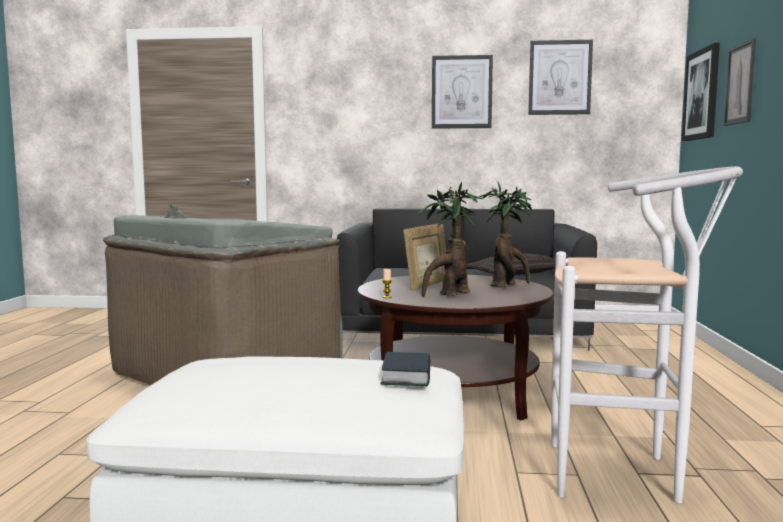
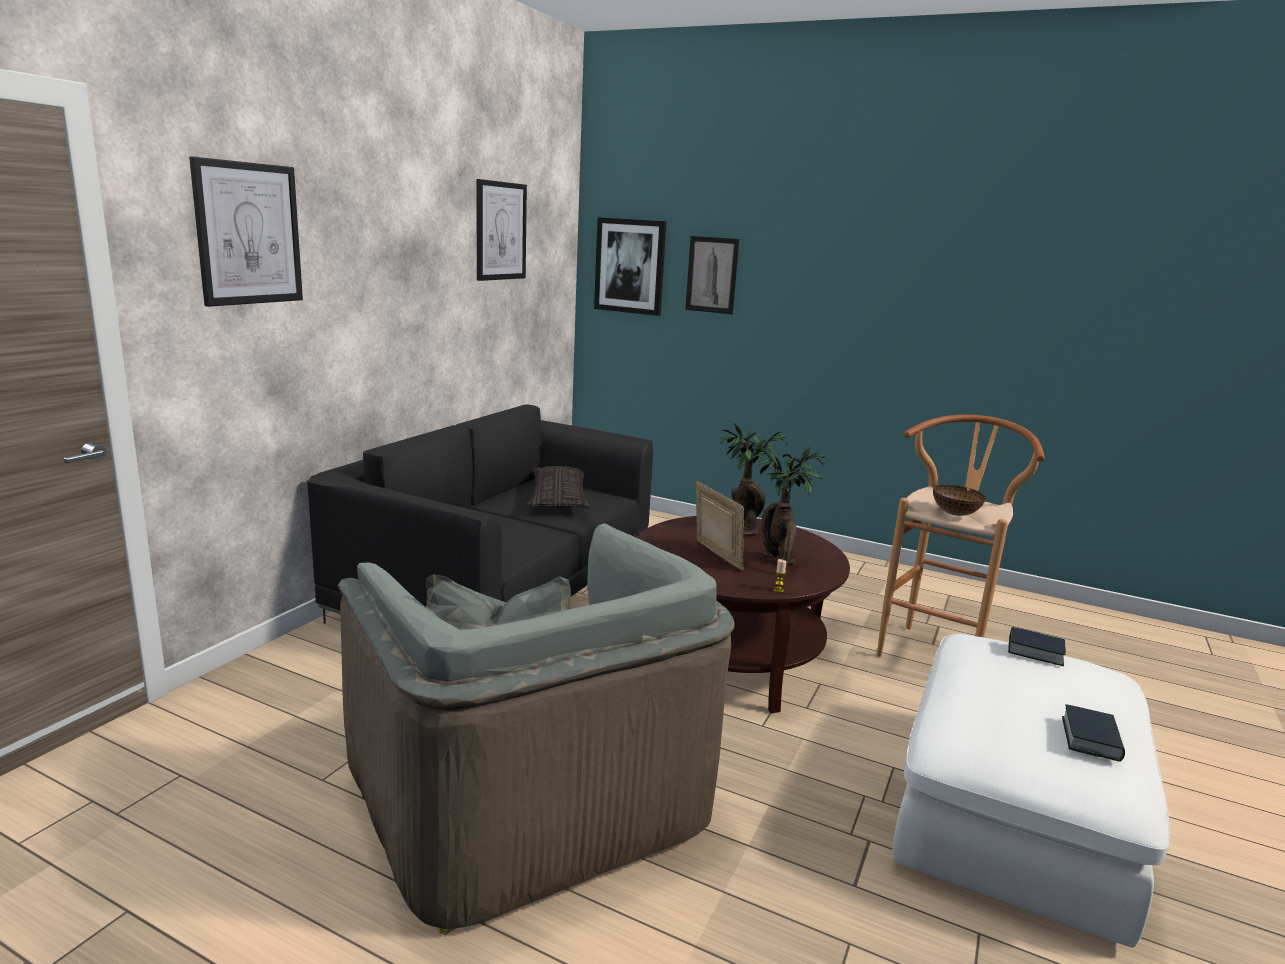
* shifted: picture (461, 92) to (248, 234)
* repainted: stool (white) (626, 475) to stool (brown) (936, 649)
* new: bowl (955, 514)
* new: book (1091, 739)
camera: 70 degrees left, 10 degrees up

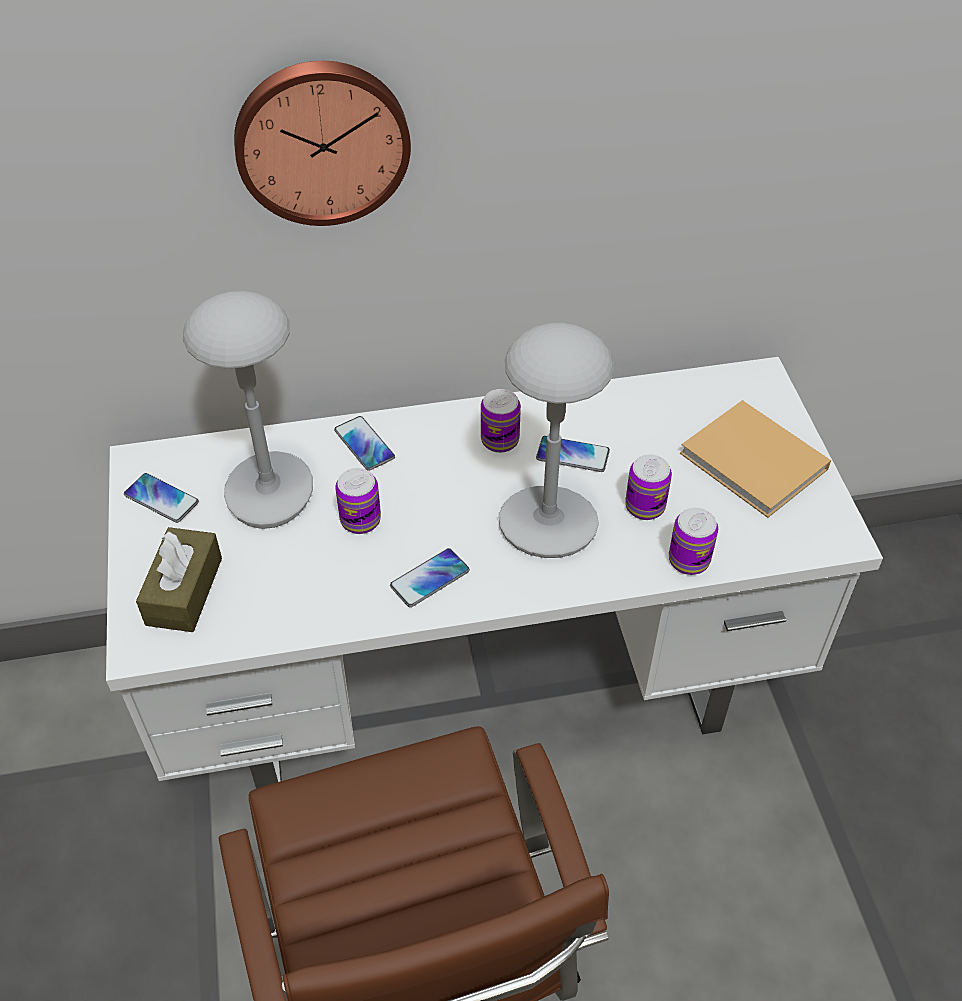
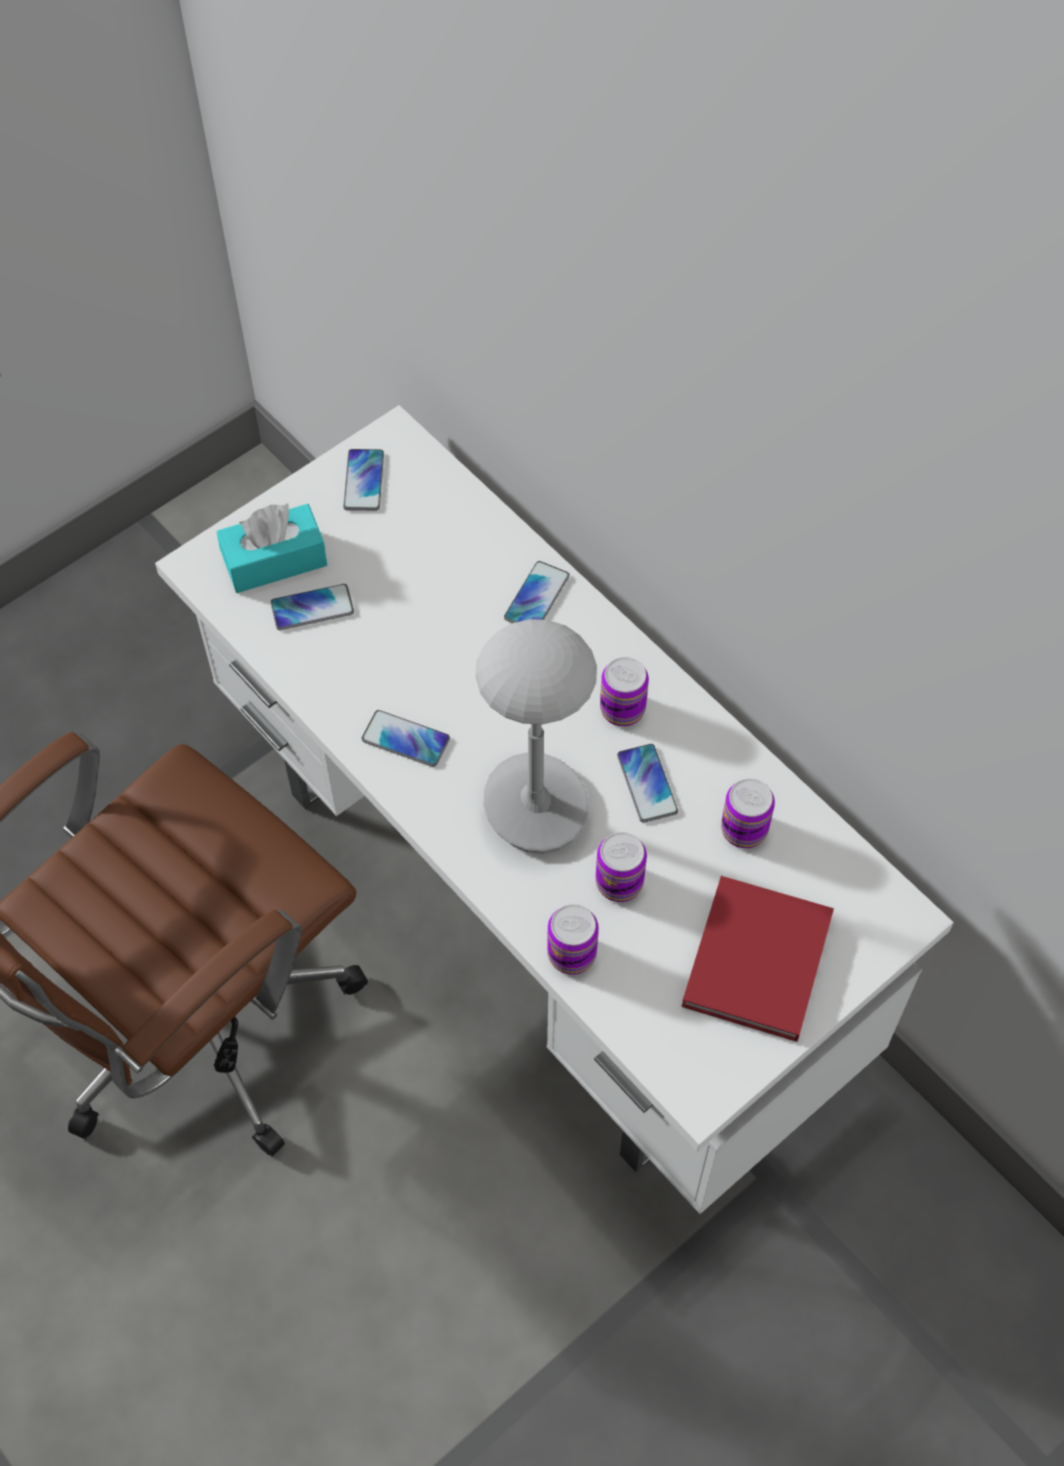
* gone: wall clock (322, 141)
* gone: table lamp (grey) (270, 493)
* repainted: book (beige) (756, 463) to book (red) (756, 965)
* shifted: can (360, 520) to (744, 829)
* repainted: tissue box (brown) (184, 591) to tissue box (turquoise) (274, 560)
* new: phone (312, 608)
camera: 60 degrees right, 10 degrees up

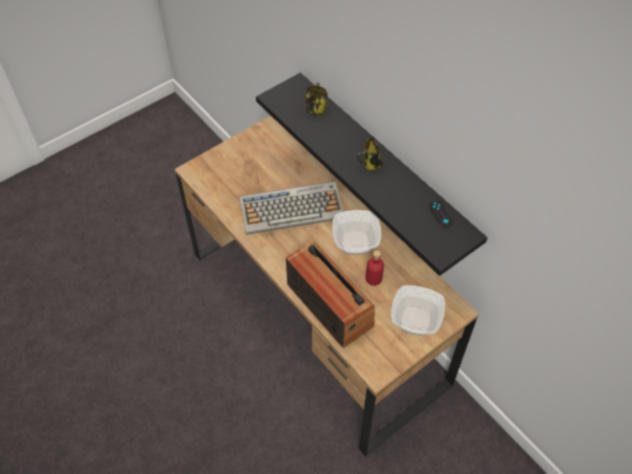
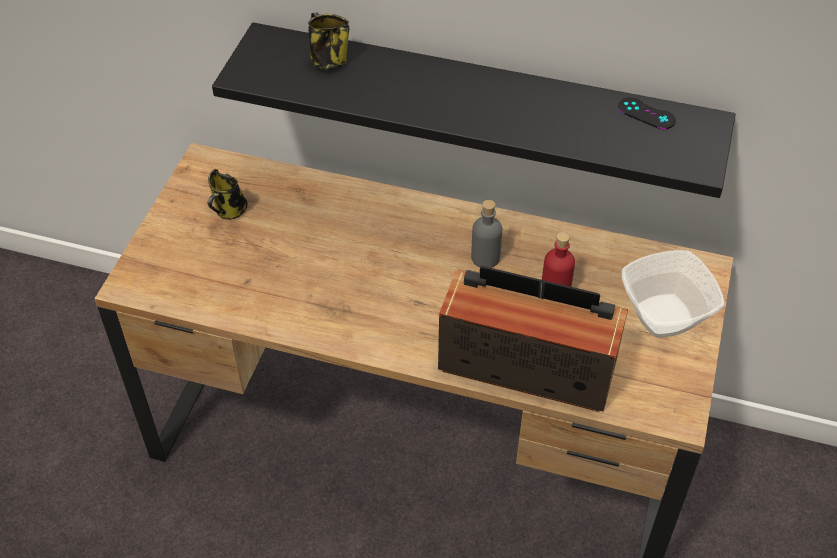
* shifted: mug (371, 165) to (229, 211)
* gone: keyboard (292, 208)
* swapped: bowl (355, 244) to bottle (grey) (485, 258)
camera: 35 degrees left, 5 degrees down

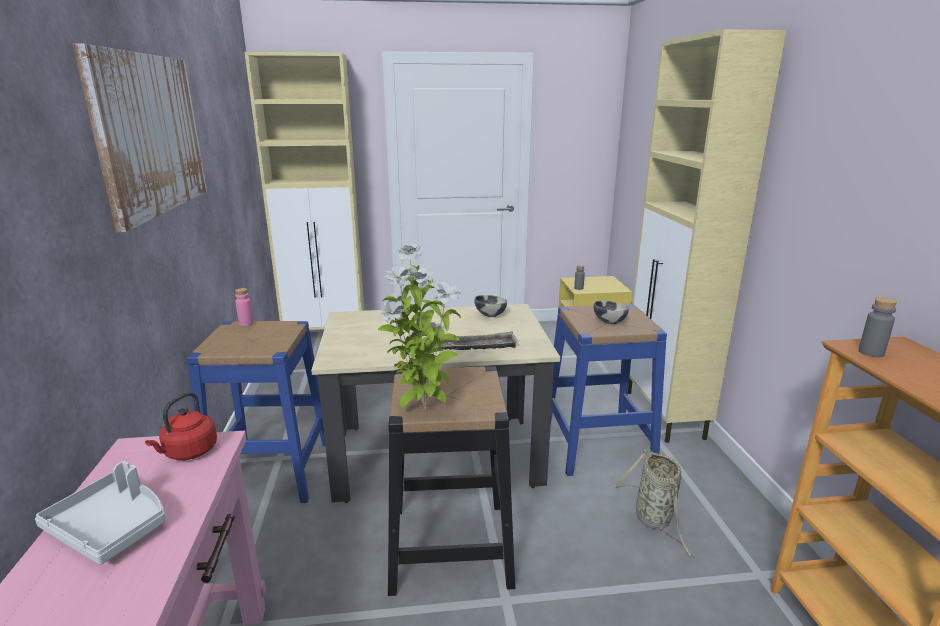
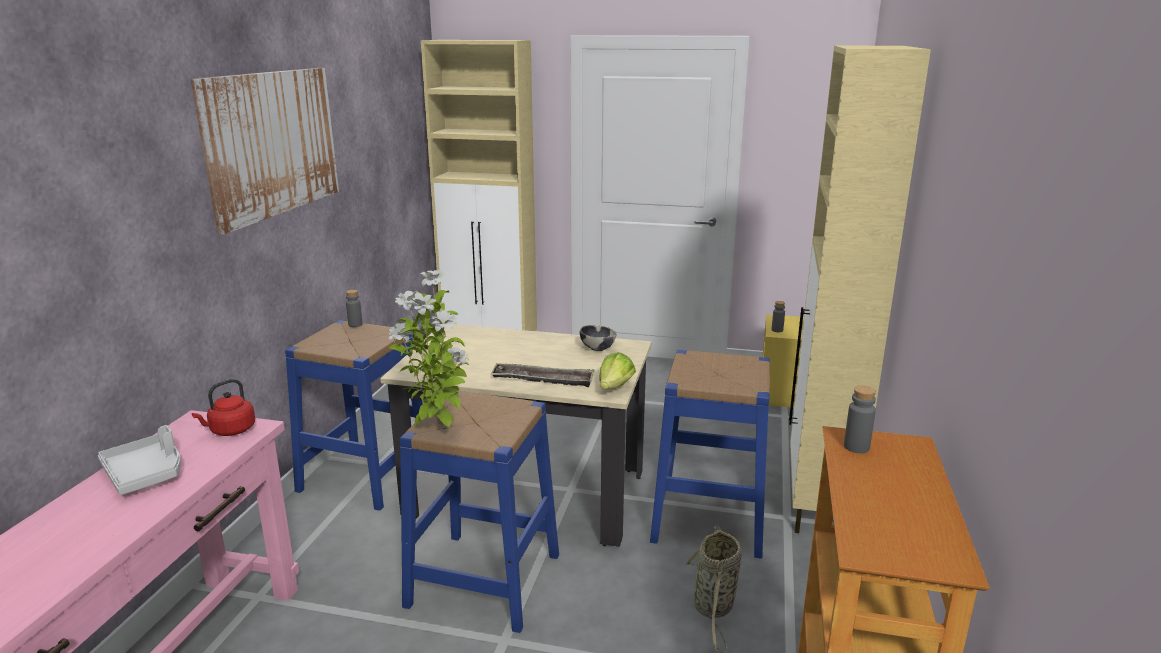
* repainted: bottle (pink) (246, 323) to bottle (grey) (355, 324)
* gone: bowl (609, 322)
* repainted: stool (black) (449, 546) to stool (blue) (484, 579)
* new: lettuce (615, 387)
camera: 20 degrees right, 0 degrees up

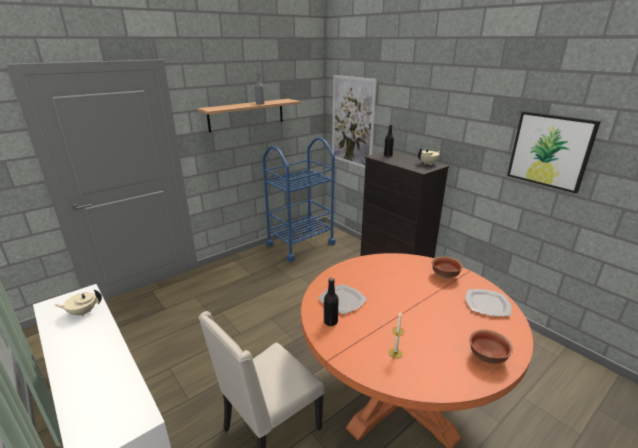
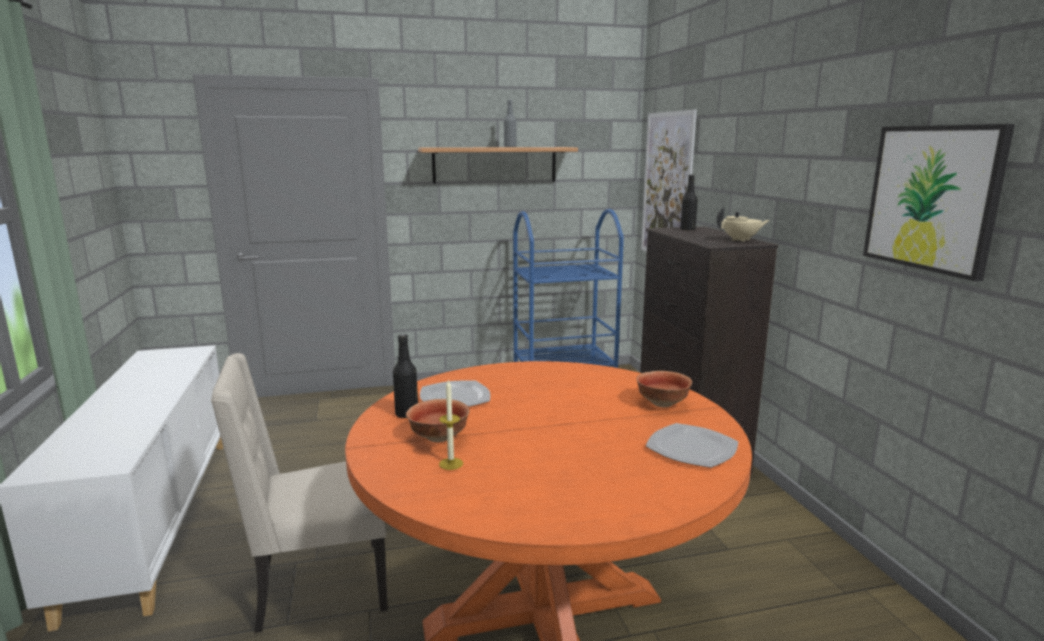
* gone: teapot (beige) (83, 312)
* shifted: bowl (487, 357) to (438, 438)
camera: 25 degrees right, 10 degrees down

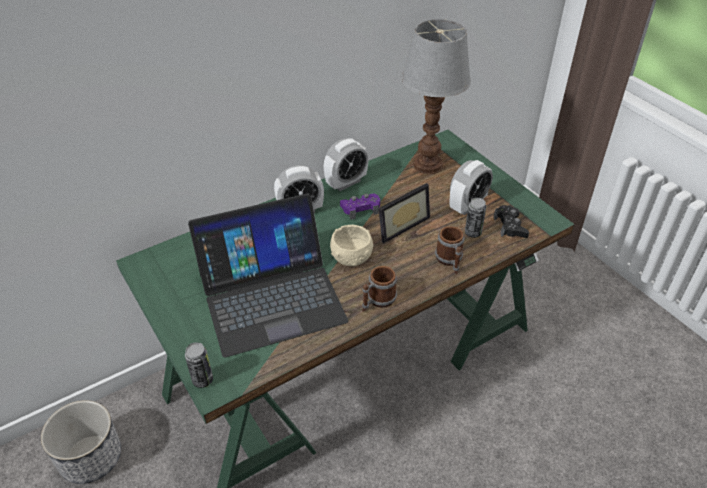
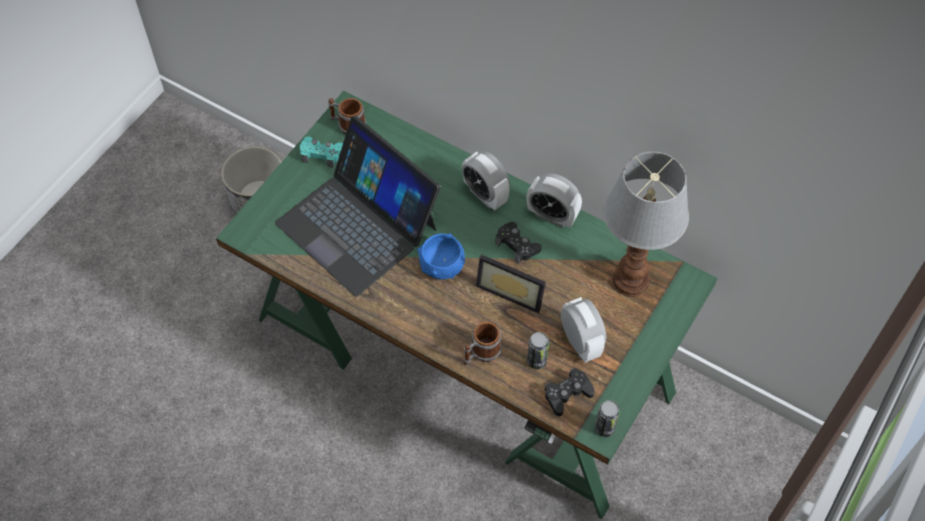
* rotated: alarm clock (467, 205) = (580, 342) 135 degrees counterclockwise
* repainted: game controller (purple) (360, 209) to game controller (black) (517, 245)
* repainted: bowl (beige) (351, 256) to bowl (blue) (442, 266)
* shifted: mug (377, 301) to (347, 125)
* shifted: can (202, 380) to (604, 428)
* new: game controller (turquoise) (322, 154)
camera: 65 degrees right, 15 degrees up

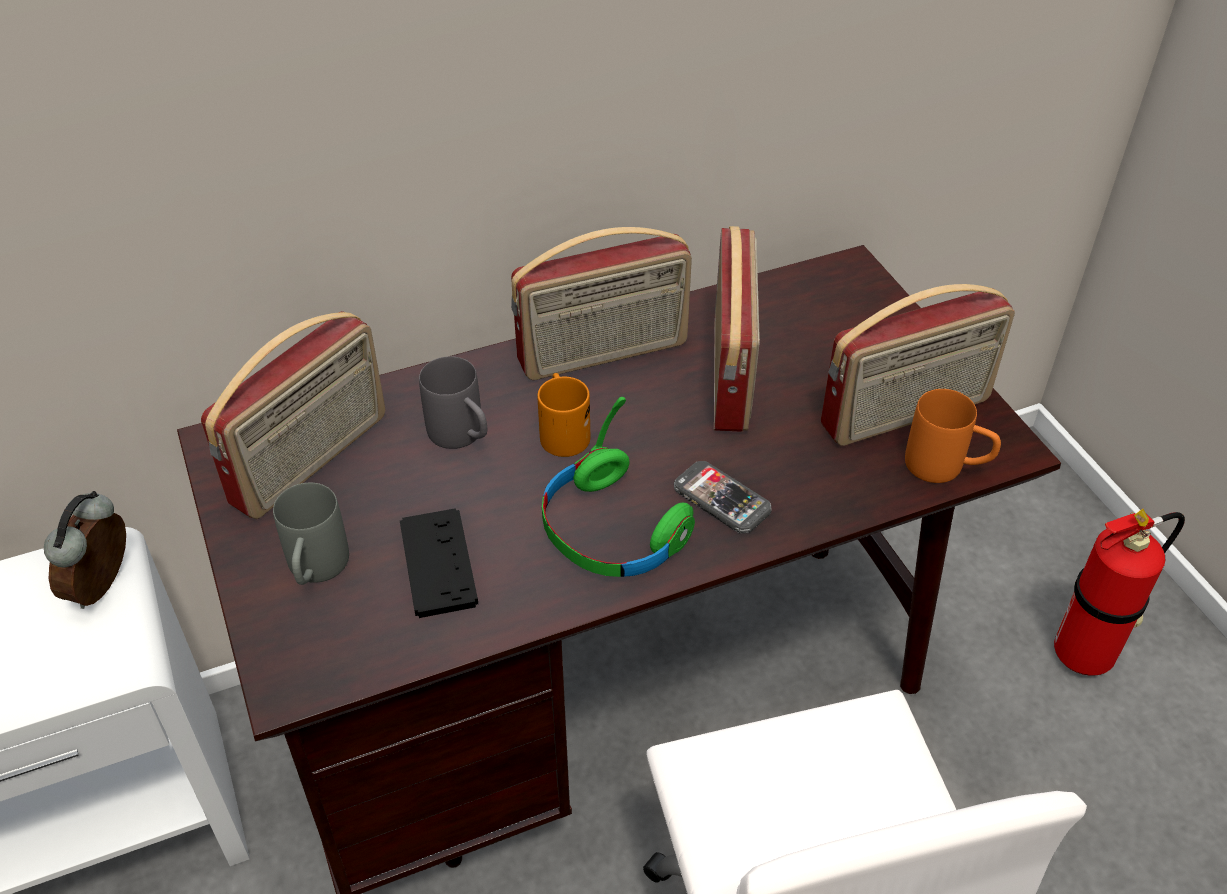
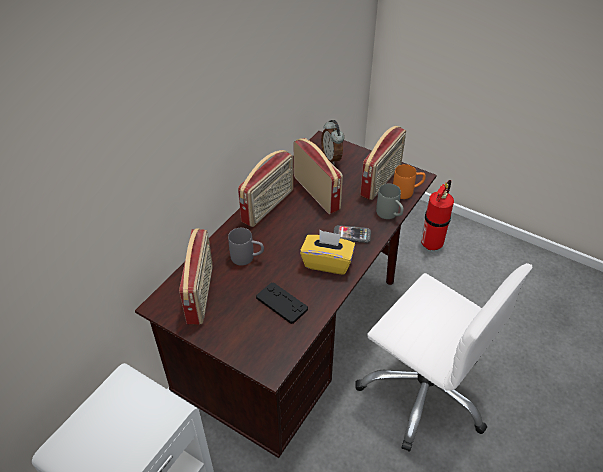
* gone: mug (orange) (562, 431)
* swapped: headphones (green) (612, 530) to tissue box (yellow) (327, 262)
* shifted: mug (grey) (316, 571) to (390, 215)
* shifted: alarm clock (105, 586) to (332, 158)
camera: 35 degrees left, 0 degrees up

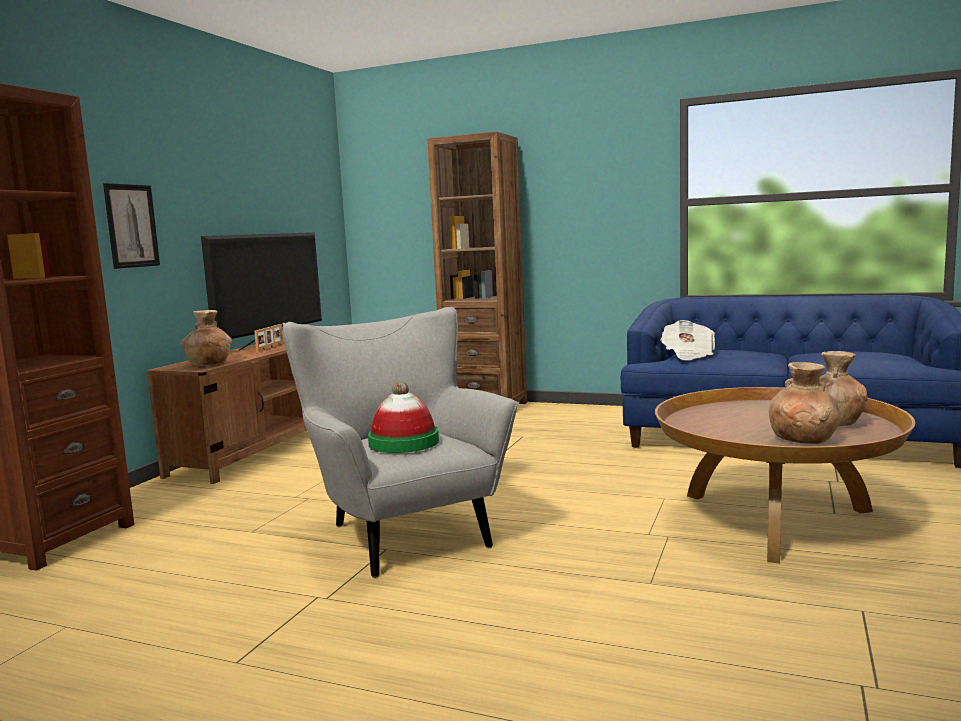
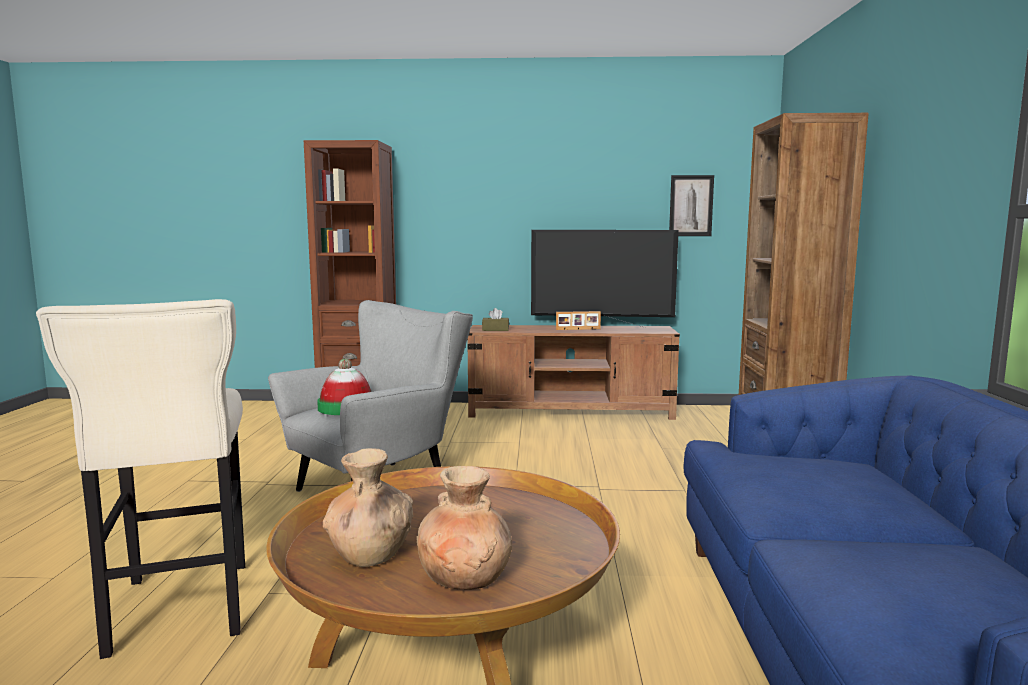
* shifted: picture (131, 226) to (691, 206)
* swapped: vase (brown) (209, 364) to tissue box (brown) (495, 329)
* gone: newspaper (688, 355)
* new: stool (beige) (180, 612)
camera: 70 degrees right, 0 degrees up

